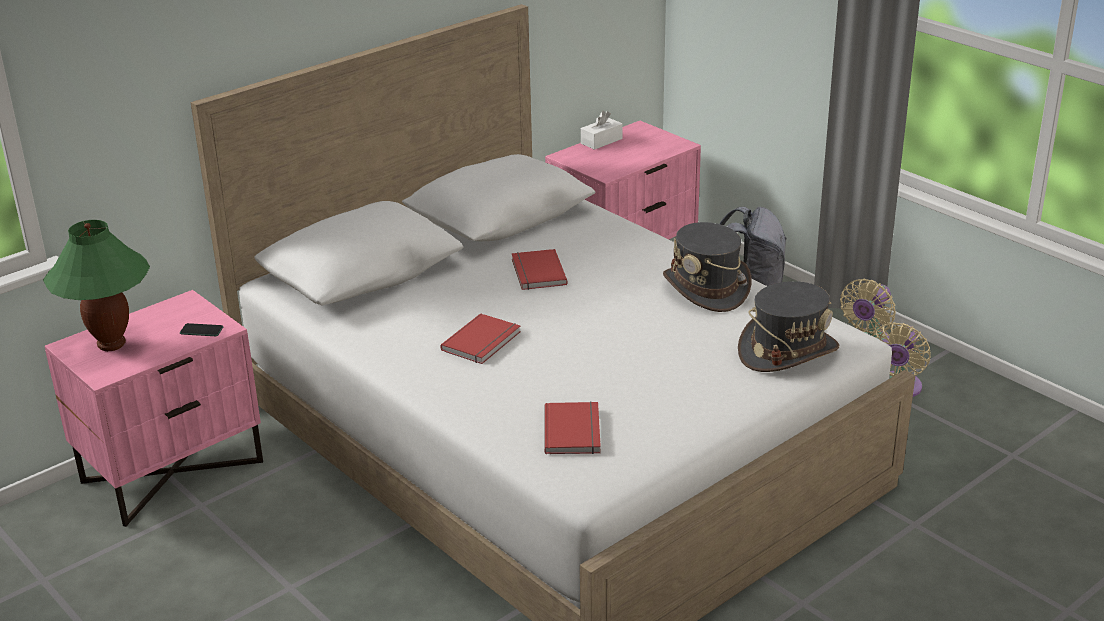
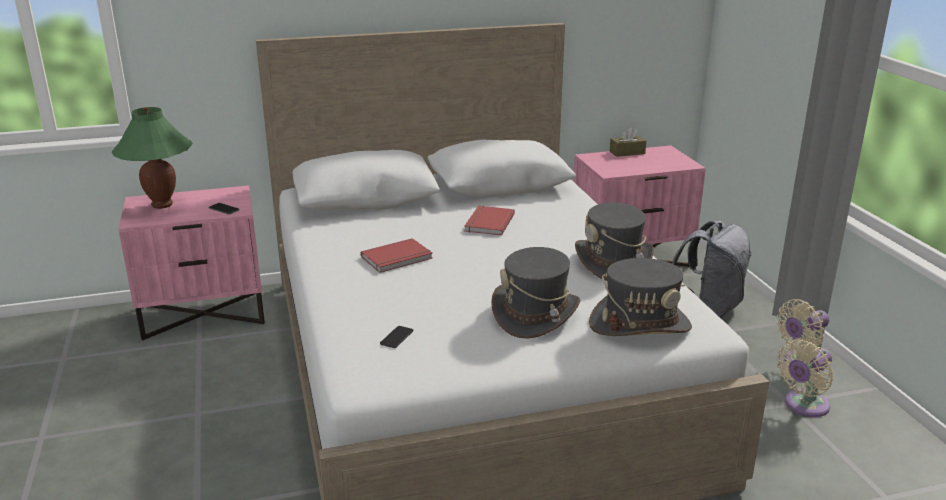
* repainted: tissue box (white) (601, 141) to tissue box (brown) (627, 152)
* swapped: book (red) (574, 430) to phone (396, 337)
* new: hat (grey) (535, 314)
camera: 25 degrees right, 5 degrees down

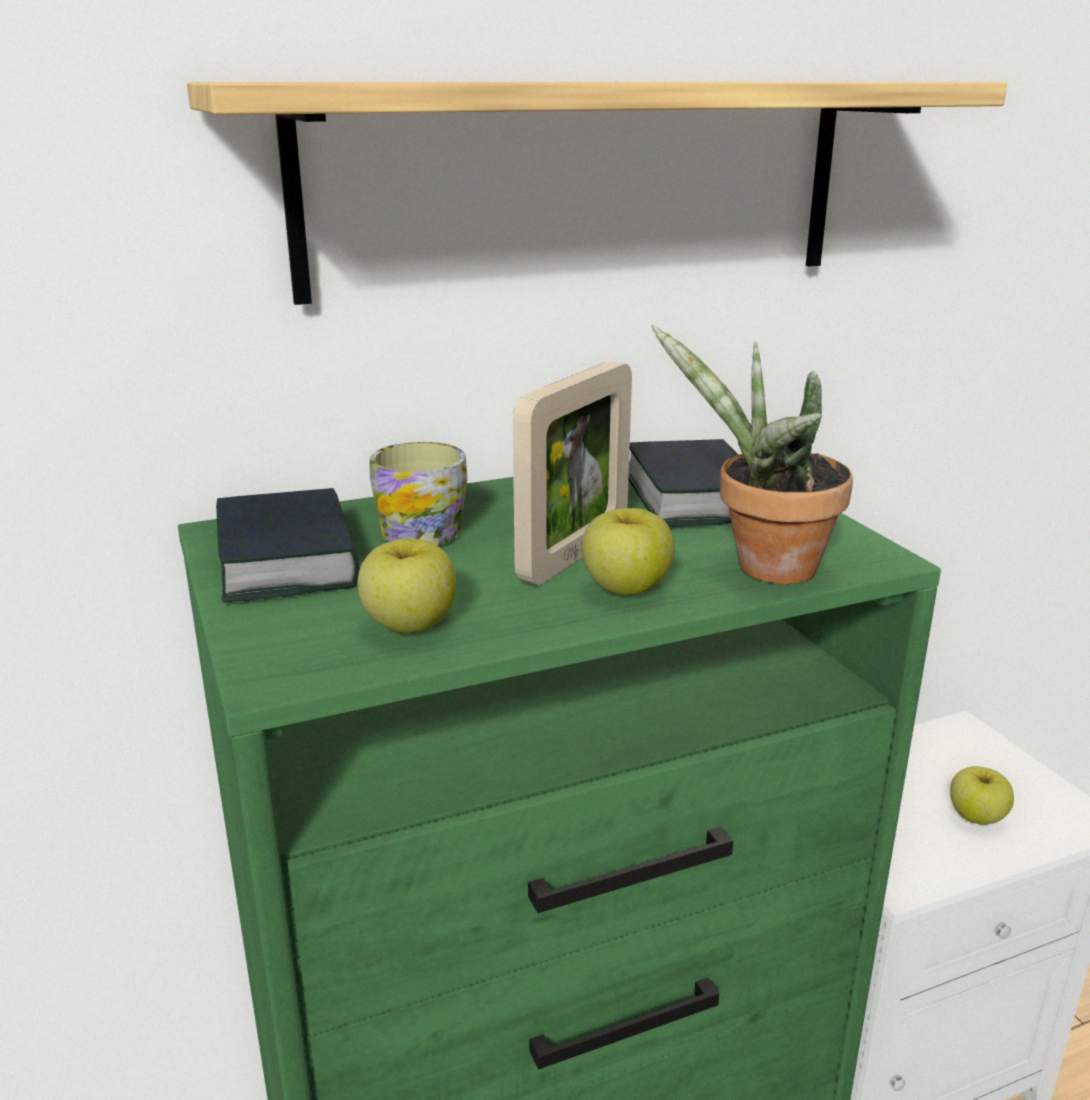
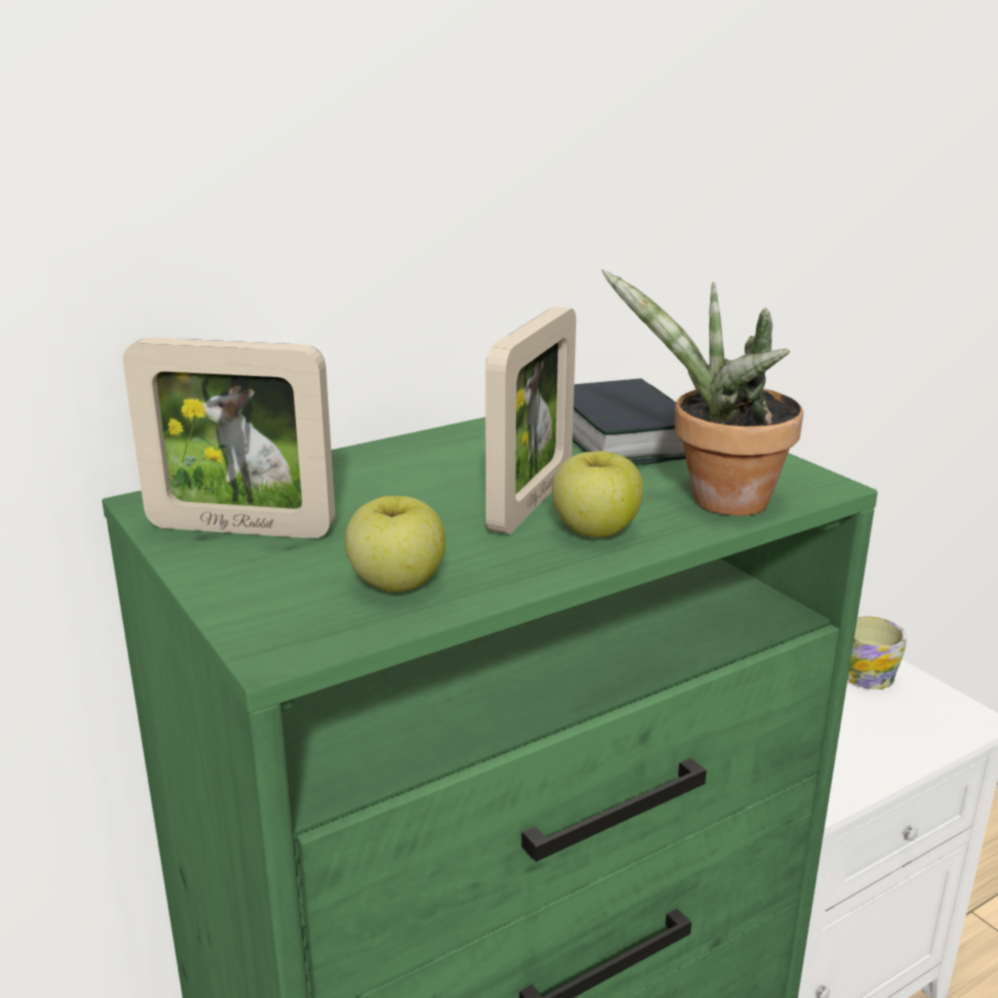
* gone: shelf (581, 185)
* shifted: mug (430, 529) to (868, 672)
* swapped: book (288, 561) to picture frame (241, 529)
* gone: apple (976, 817)
camera: 10 degrees left, 0 degrees up

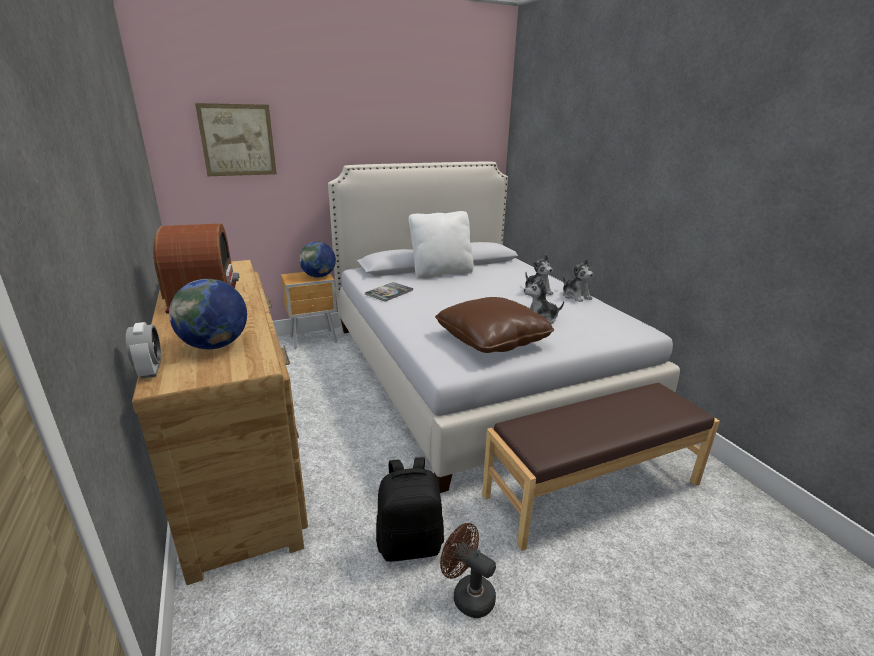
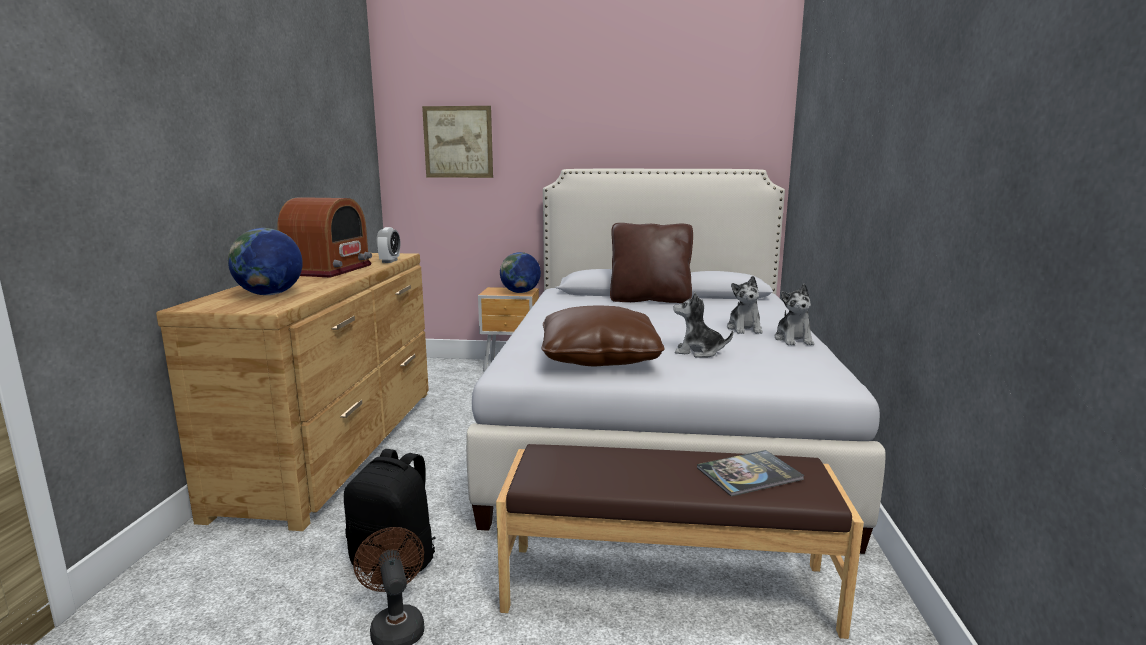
* repainted: pillow (white) (441, 272) to pillow (brown) (650, 300)
* shifted: book (389, 292) to (749, 474)
* shifted: alarm clock (150, 371) to (389, 261)
camera: 30 degrees right, 10 degrees down

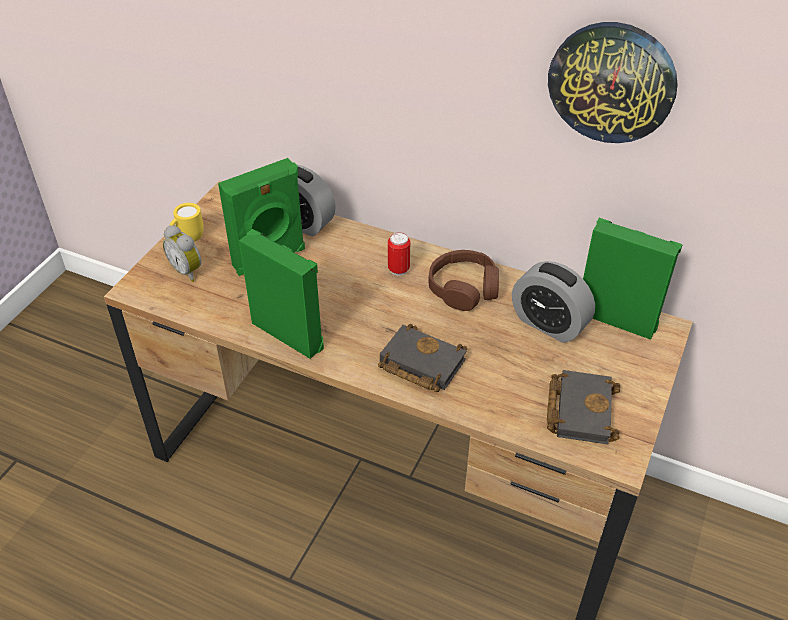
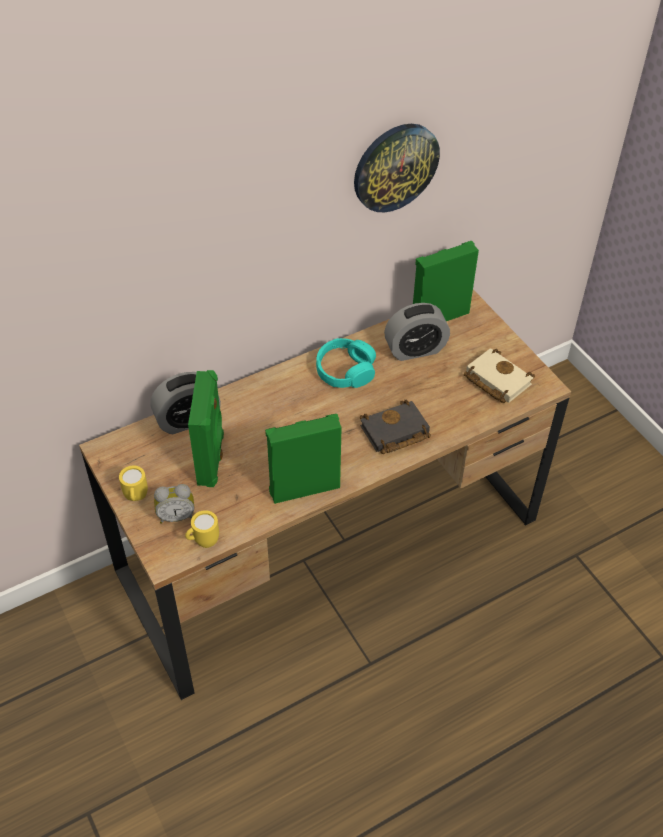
* gone: can (398, 269)
* repainted: headphones (brown) (464, 288) to headphones (turquoise) (345, 370)
* repainted: book (black) (579, 409) to book (beige) (495, 380)
* new: mug (yellow) (203, 542)
camera: 55 degrees left, 5 degrees up

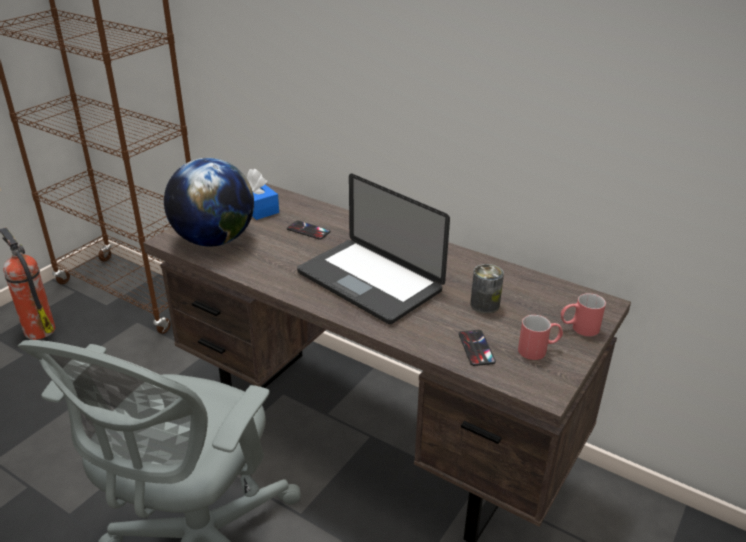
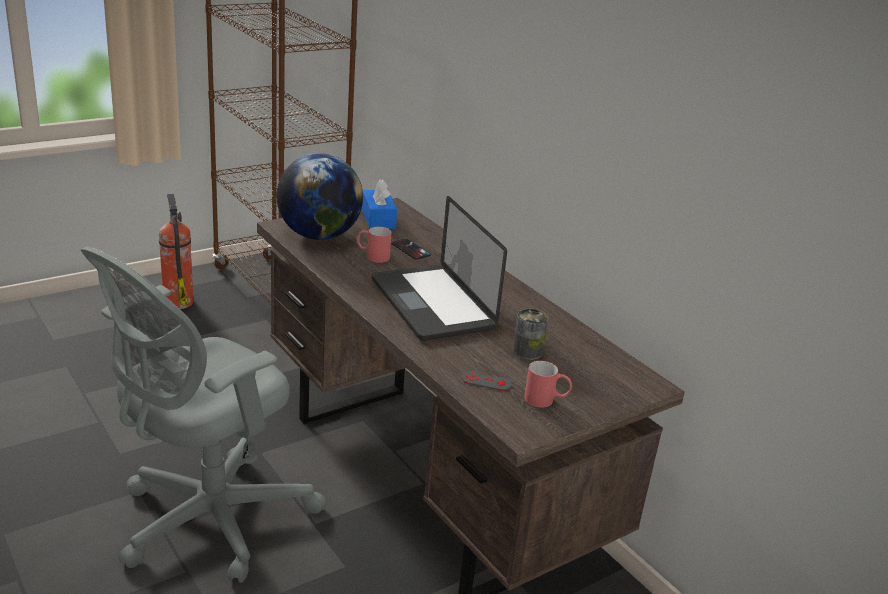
* shifted: mug (red) (578, 328) to (372, 256)
* swapped: phone (476, 348) to game controller (grey) (486, 381)
camera: 20 degrees right, 5 degrees down

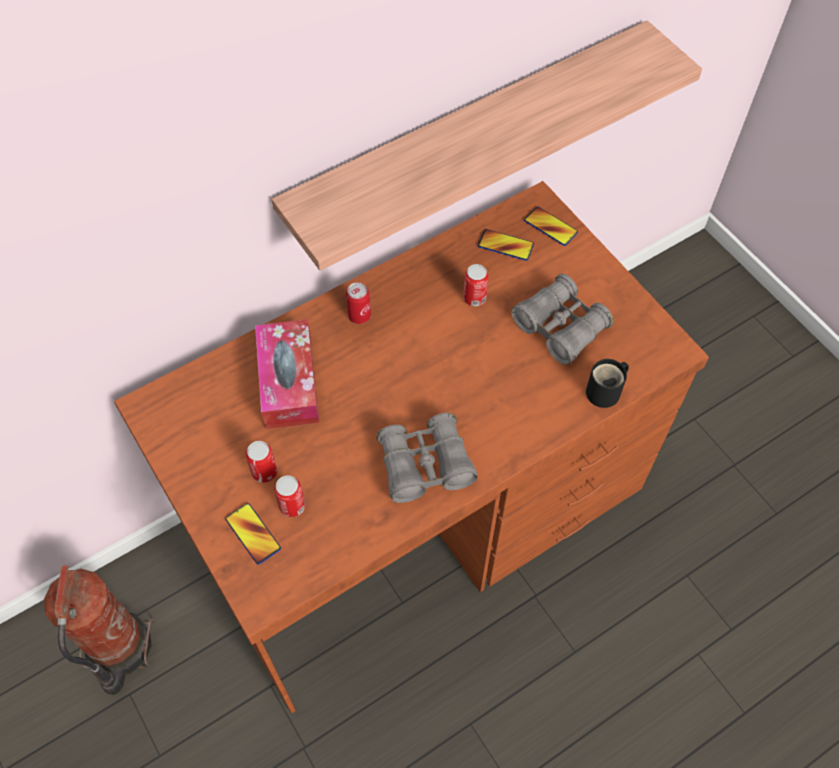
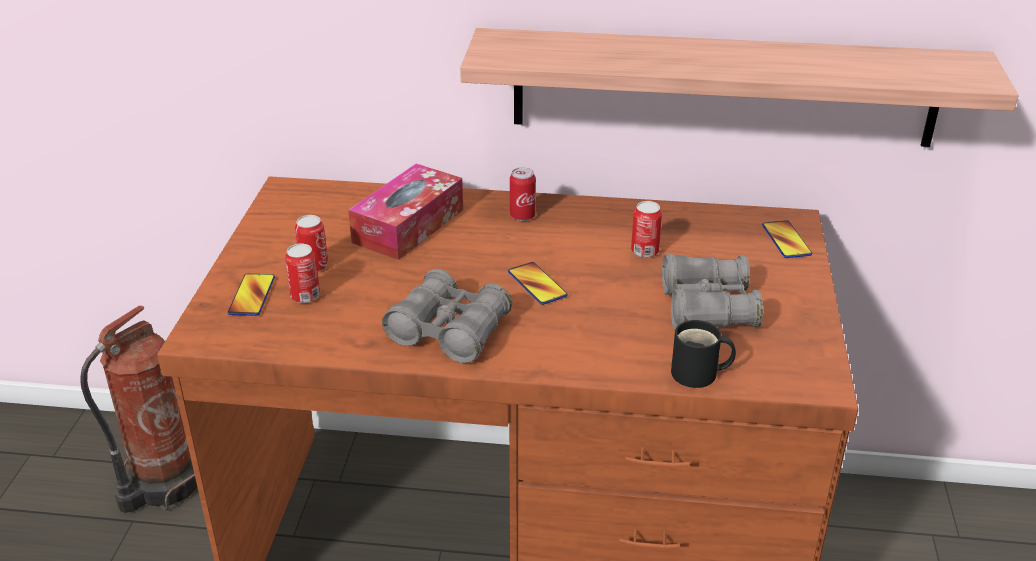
* shifted: phone (505, 245) to (537, 284)
camera: 40 degrees right, 25 degrees down

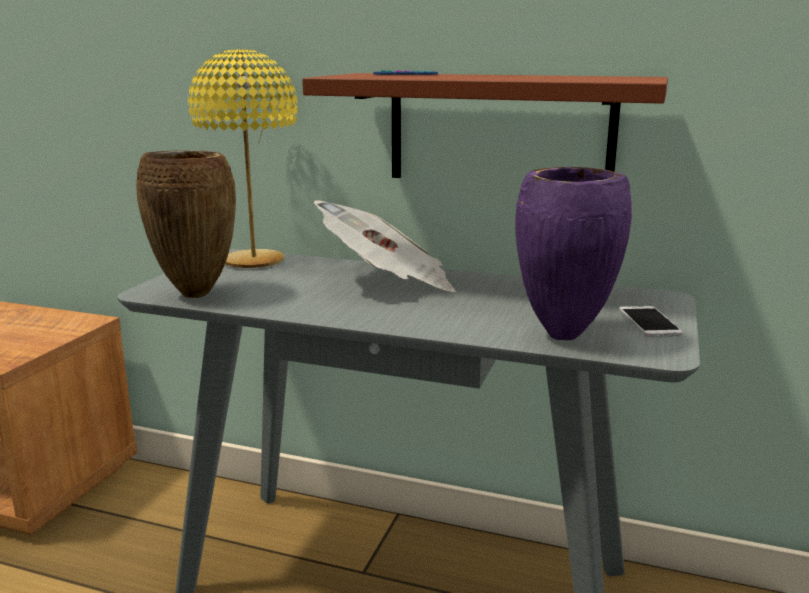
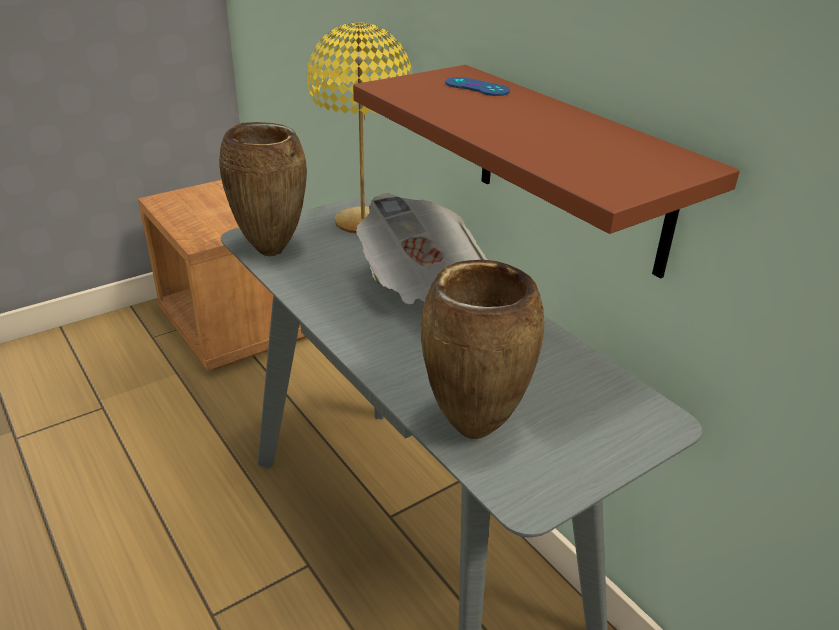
* repainted: vase (purple) (563, 337) to vase (brown) (471, 431)
* gone: phone (649, 322)
camera: 35 degrees right, 15 degrees up

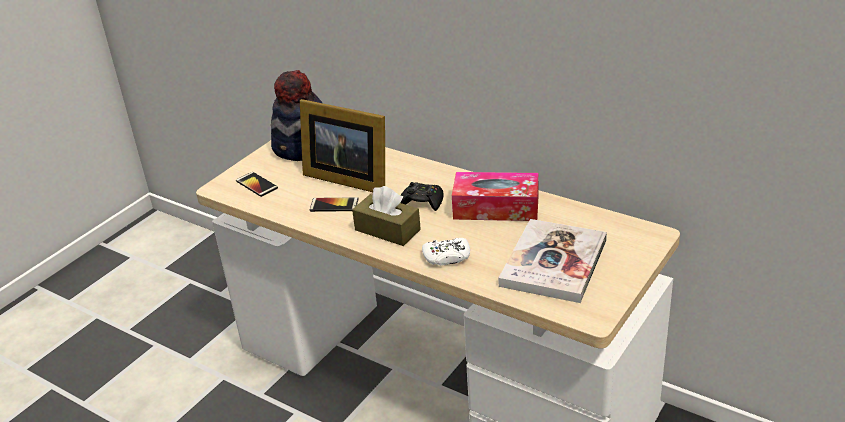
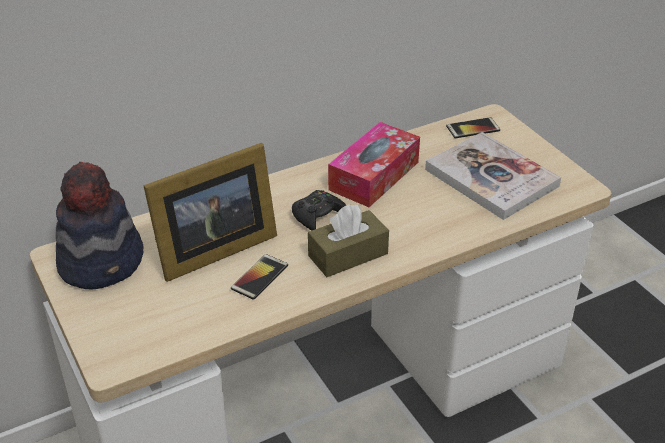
* shifted: phone (256, 185) to (473, 128)
* gone: game controller (white) (447, 257)
camera: 65 degrees left, 5 degrees up

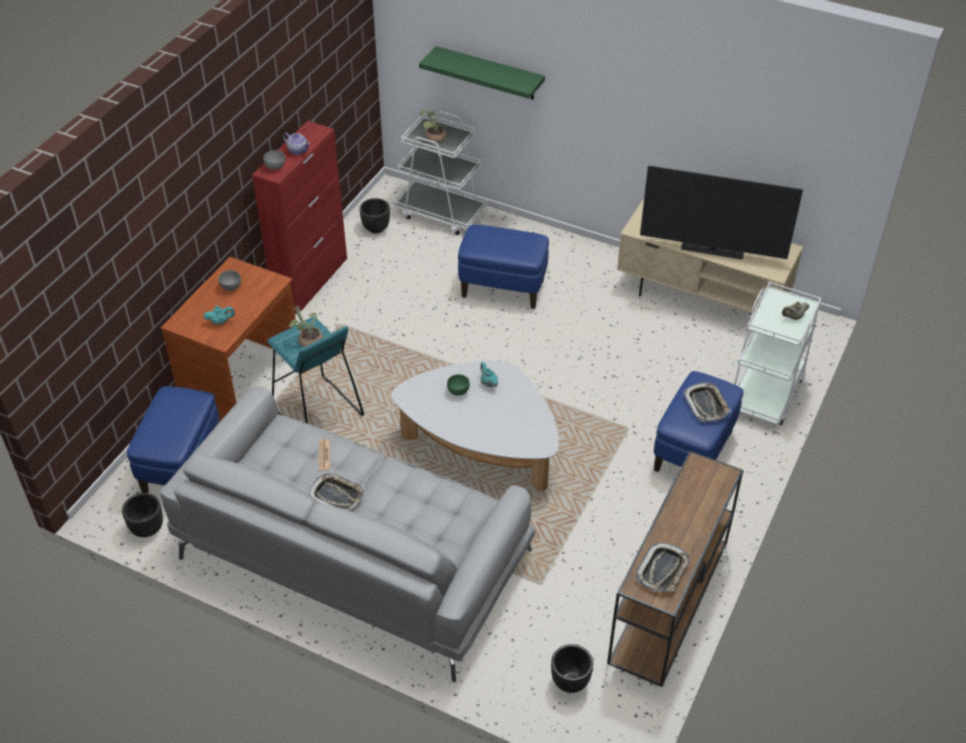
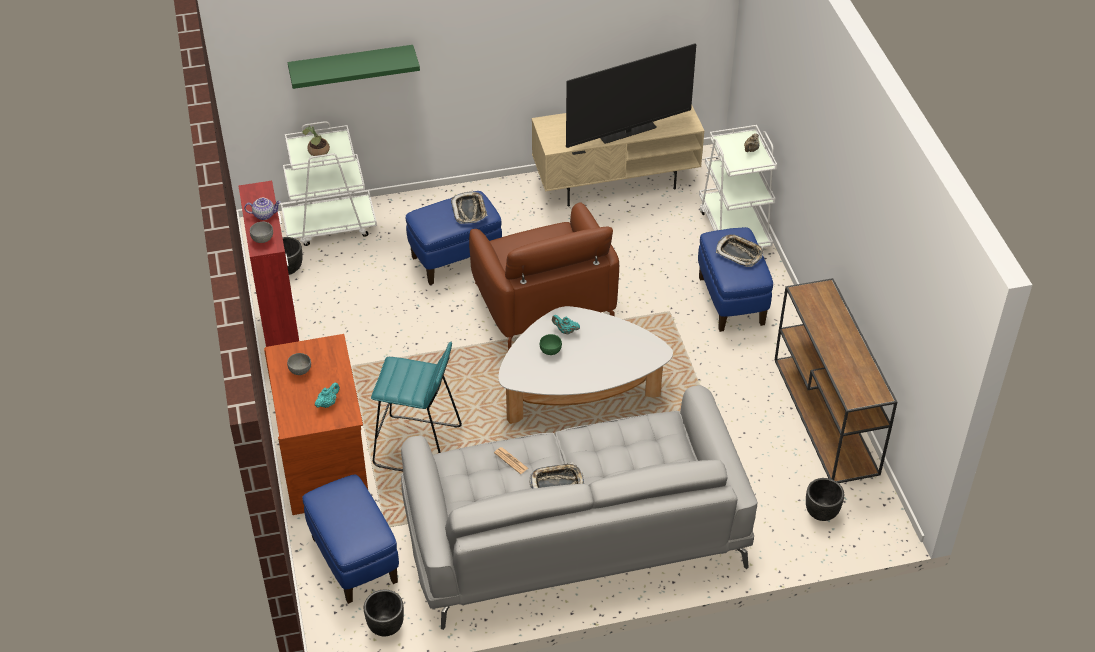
* gone: potted plant (308, 341)
* shifted: tray (662, 570) to (469, 210)
* new: armchair (brown) (543, 303)
camera: 40 degrees left, 0 degrees up

